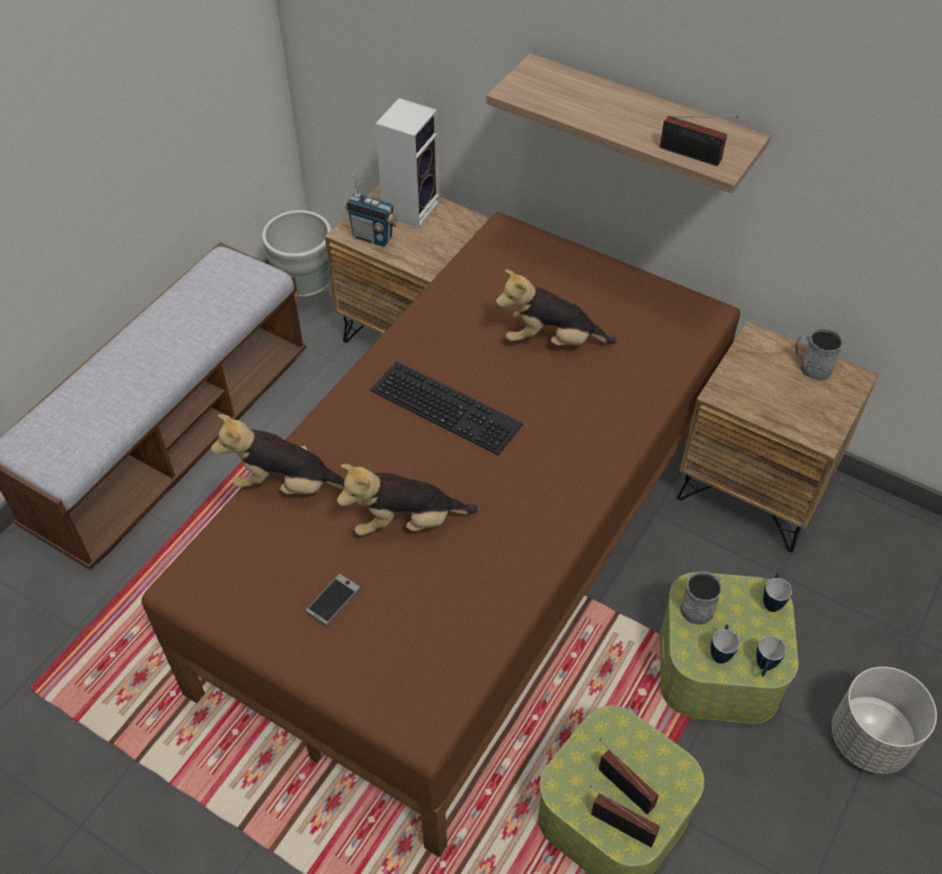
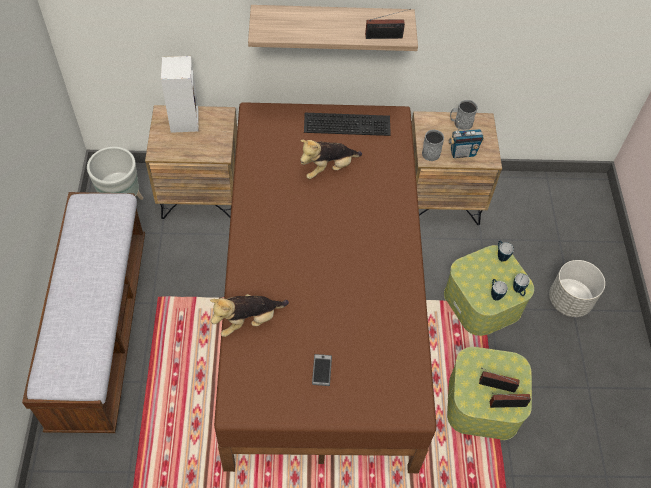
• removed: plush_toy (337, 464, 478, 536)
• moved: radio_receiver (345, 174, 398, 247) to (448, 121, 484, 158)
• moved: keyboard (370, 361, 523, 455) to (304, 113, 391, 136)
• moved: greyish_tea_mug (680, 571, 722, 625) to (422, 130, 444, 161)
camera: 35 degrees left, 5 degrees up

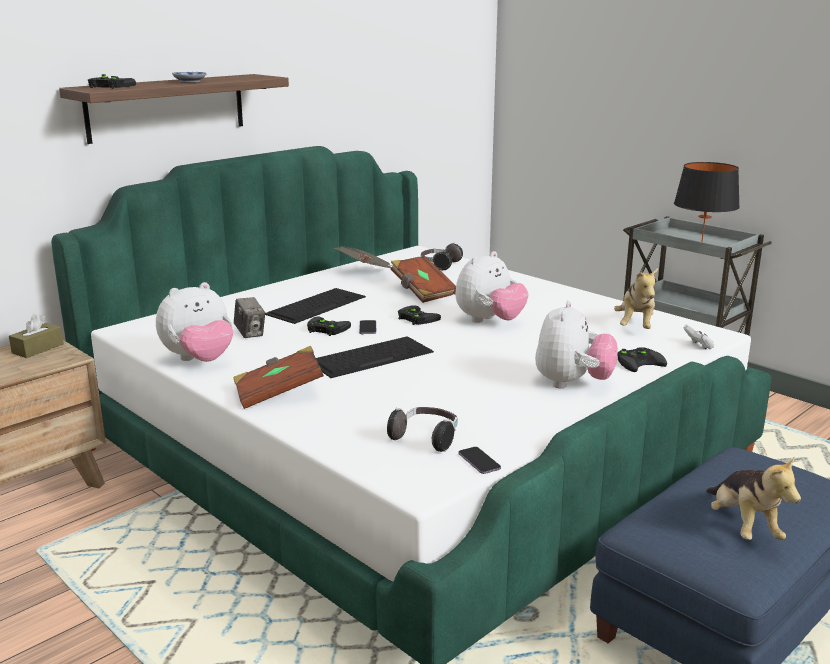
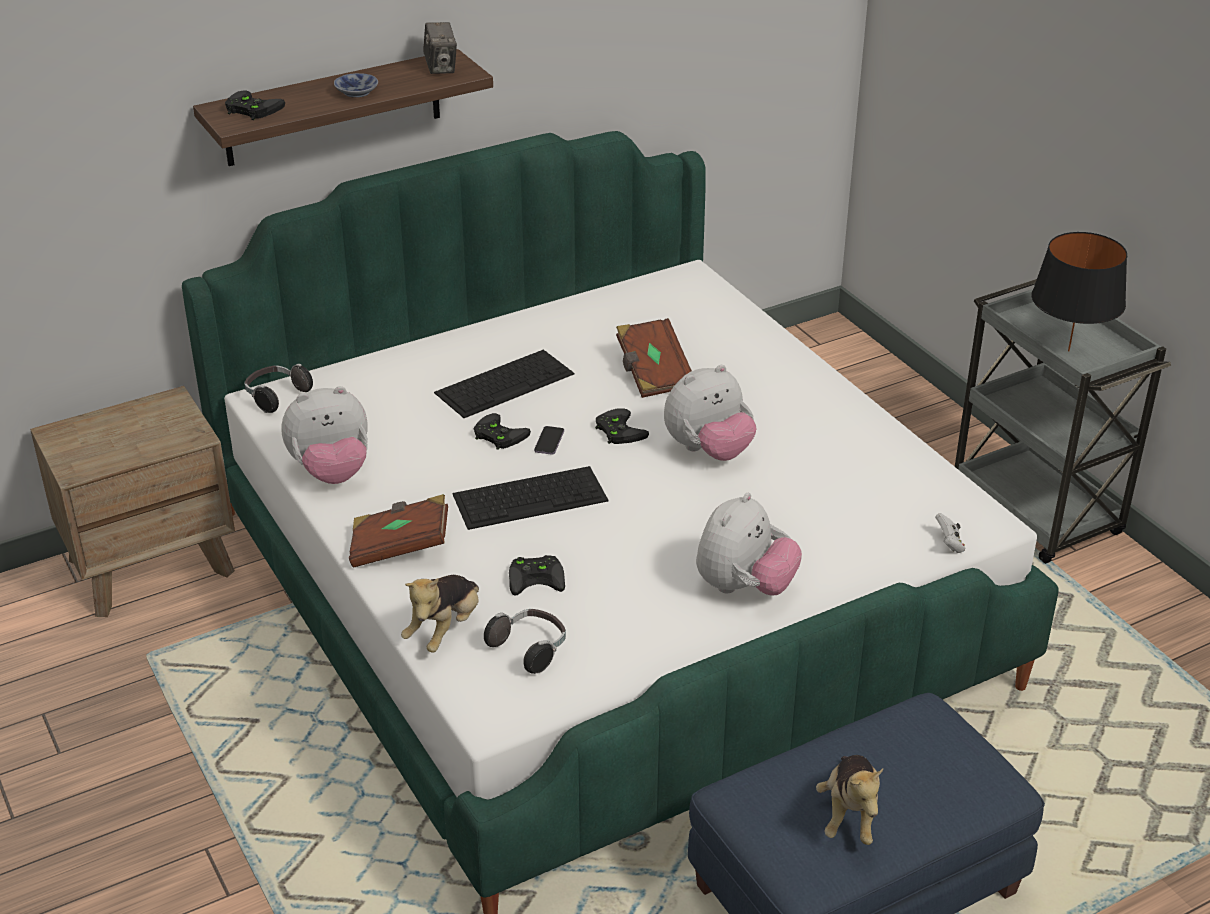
• removed: brown_tissue_holder (9, 314, 64, 358)
• removed: newspaper (334, 247, 392, 268)
• removed: telephone (458, 447, 501, 474)
• moved: photo_camera (234, 297, 265, 338) to (423, 22, 457, 74)
• moved: headphones (421, 243, 463, 271) to (244, 364, 313, 413)
• moved: plush_toy (614, 268, 658, 329) to (401, 575, 479, 652)
• moved: blackish_game_controller (618, 347, 667, 372) to (509, 555, 565, 596)
camera: 15 degrees right, 15 degrees up

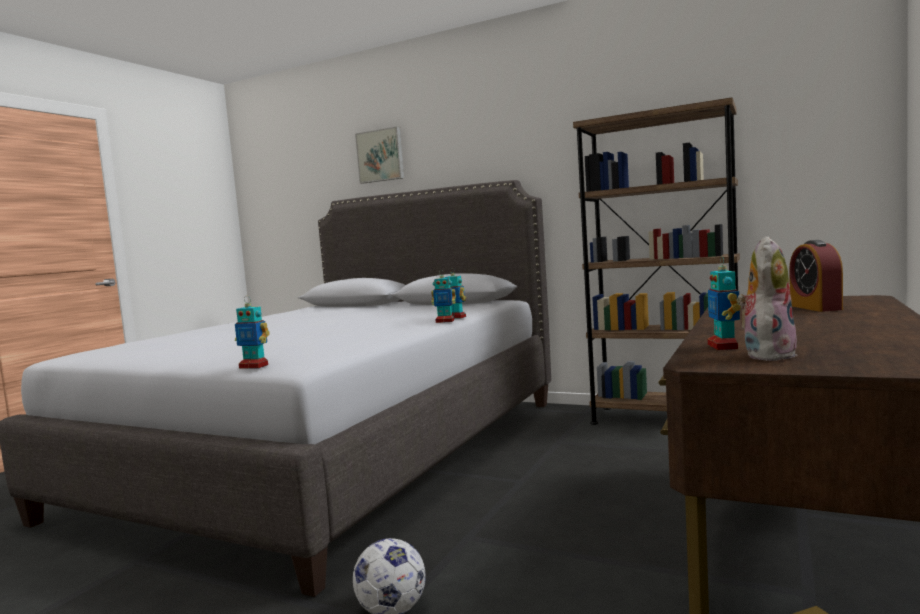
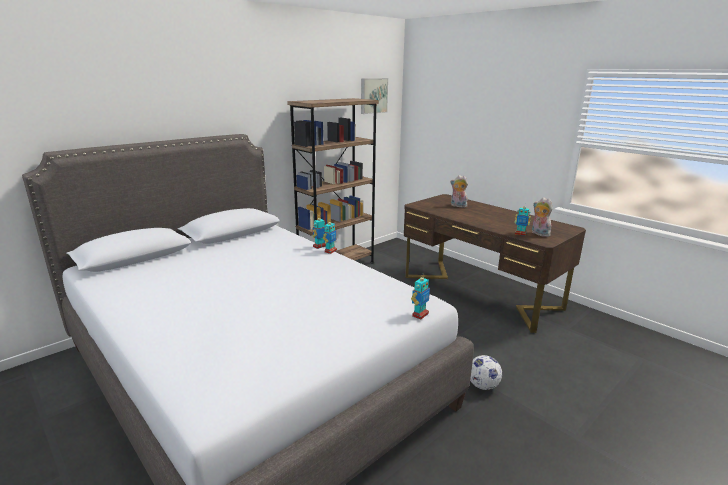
• moved: wall_picture (355, 126, 404, 184) to (361, 78, 388, 114)
• replaced: bedside_clock (789, 240, 843, 312) to plush_toy (450, 175, 468, 208)
camera: 70 degrees left, 15 degrees up

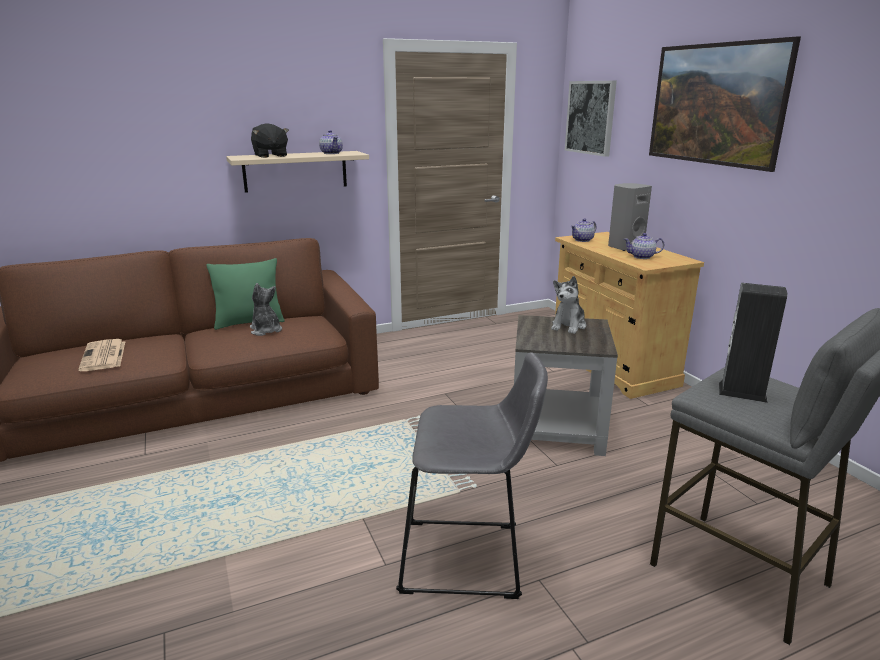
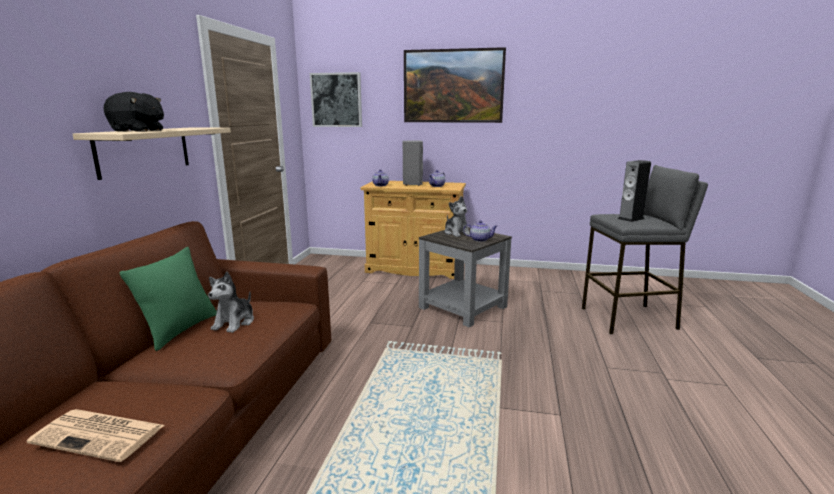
• removed: greyish_sitting_stool (396, 352, 548, 599)
• moved: pot_for_tea (319, 130, 343, 154) to (463, 220, 497, 242)
• turned: plush_toy (250, 283, 282, 336) = (208, 272, 254, 333) 75 degrees counterclockwise
camera: 55 degrees left, 5 degrees down

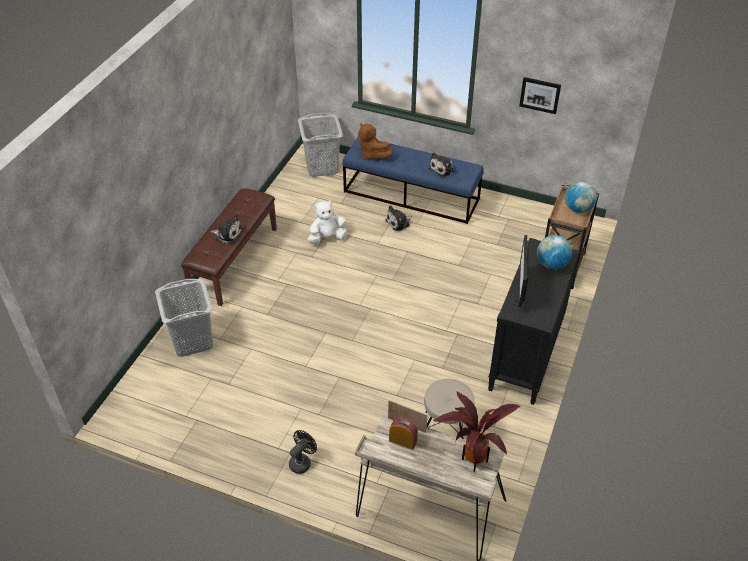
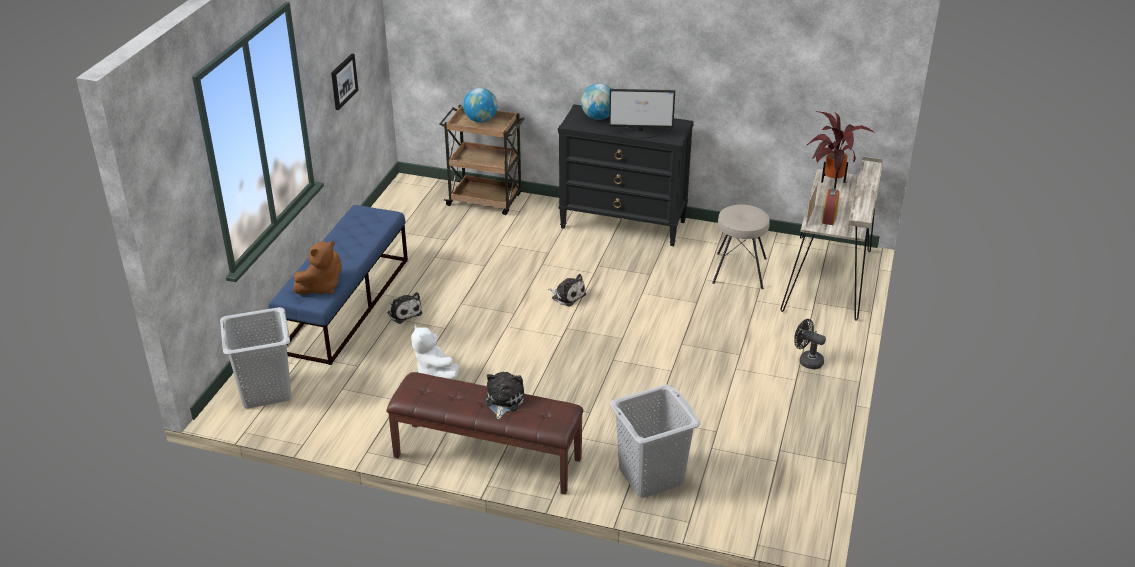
• moved: plush_toy (429, 152, 454, 177) to (548, 274, 586, 306)
camera: 95 degrees left, 10 degrees down

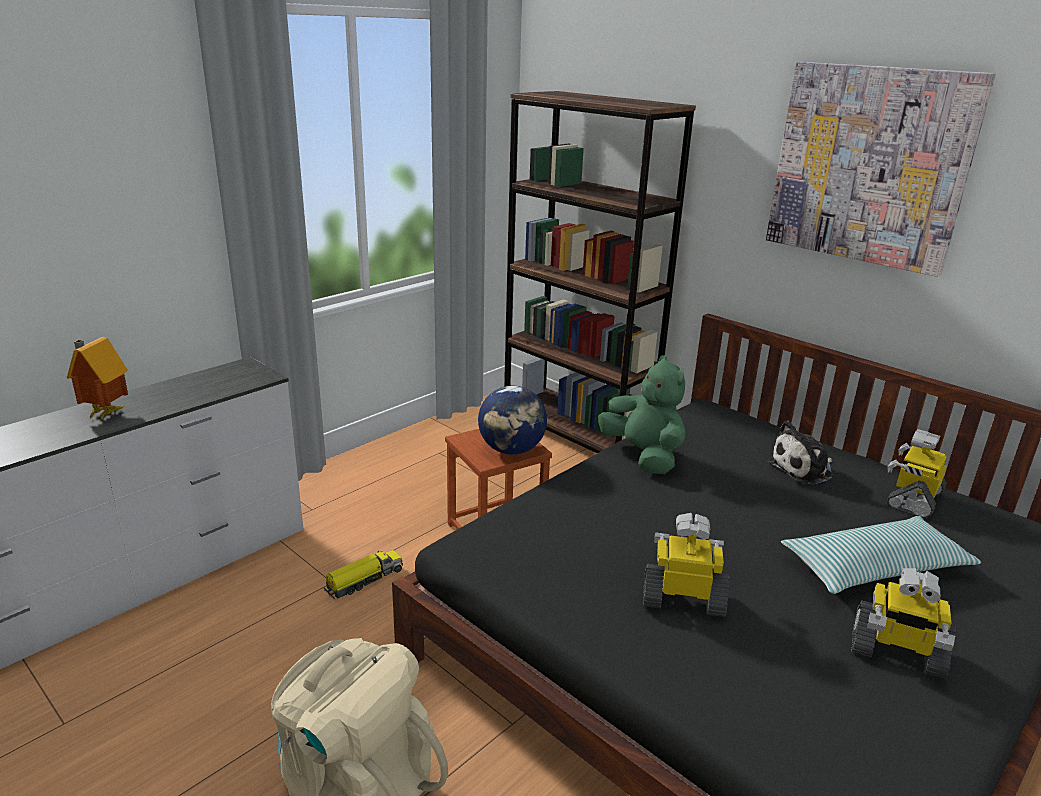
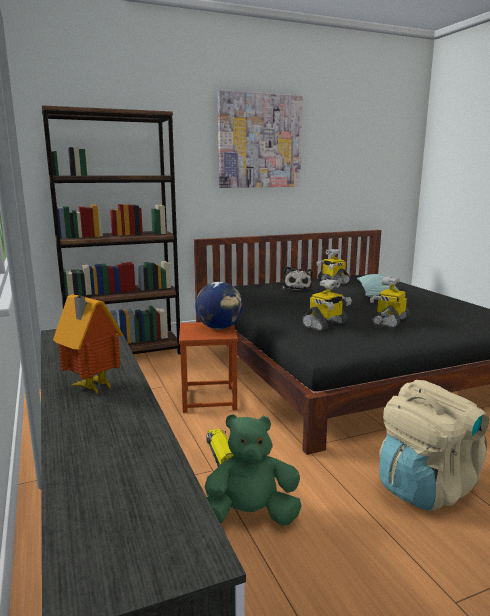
• moved: green_plush_toy (598, 355, 686, 474) to (205, 414, 302, 526)
• moved: model_robot (851, 568, 956, 679) to (302, 279, 352, 331)
camera: 65 degrees left, 10 degrees down

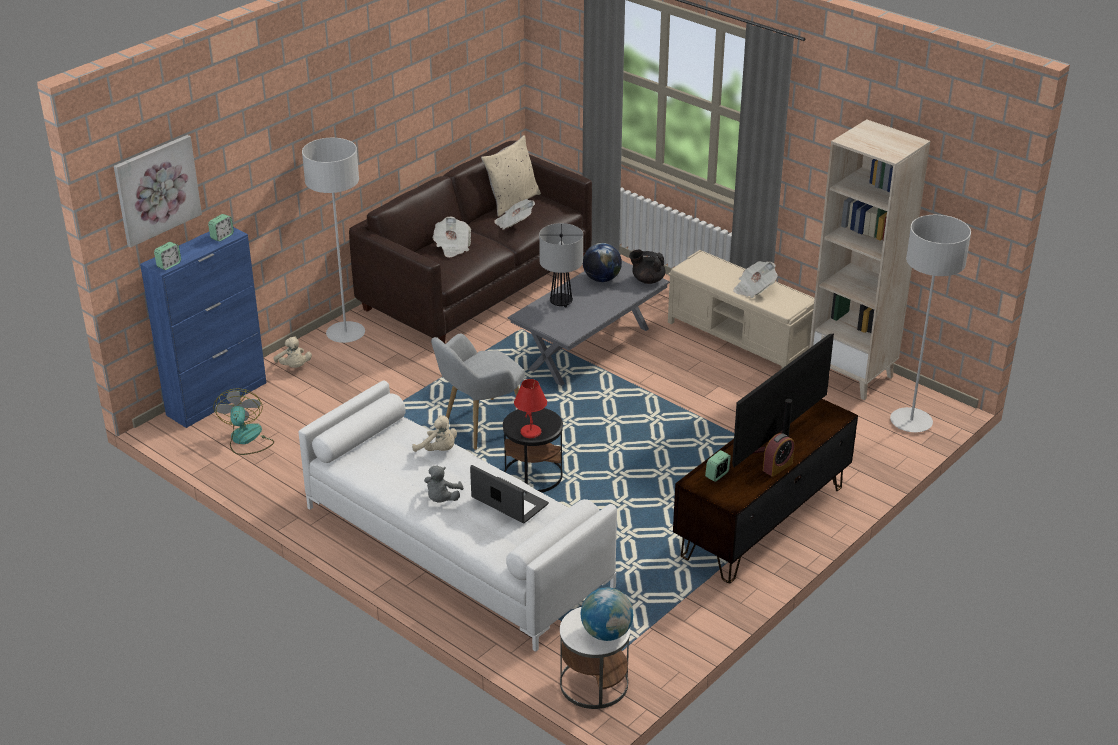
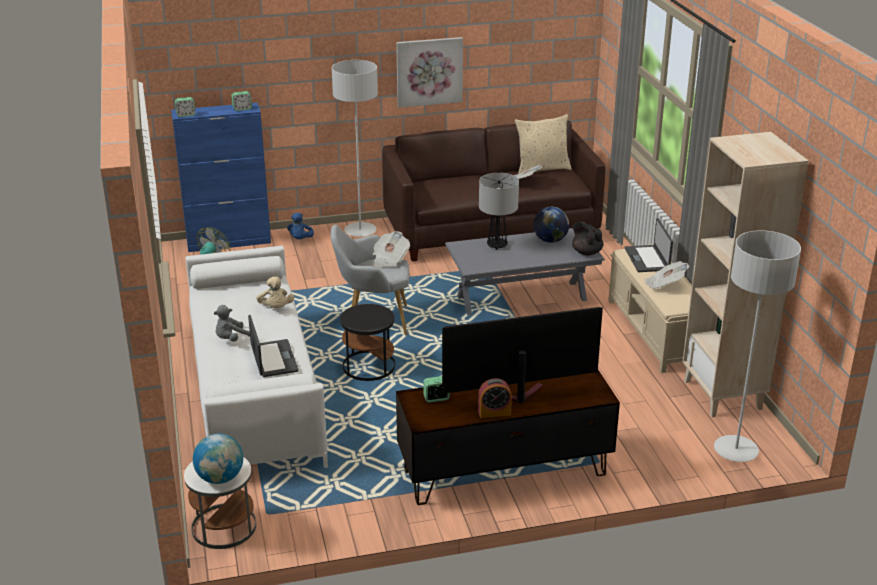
• removed: reddish_lamp_for_a_table (514, 379, 547, 438)
• added: notebook_computer (624, 218, 673, 272)
• moved: wall_picture (114, 135, 202, 247) to (396, 37, 463, 108)
• moved: newspaper (433, 217, 471, 258) to (373, 231, 410, 267)
• recoloured: beige-coloured_plush_toy (273, 336, 312, 368) to blue-coloured_plush_toy (287, 213, 314, 239)
camera: 35 degrees right, 5 degrees down

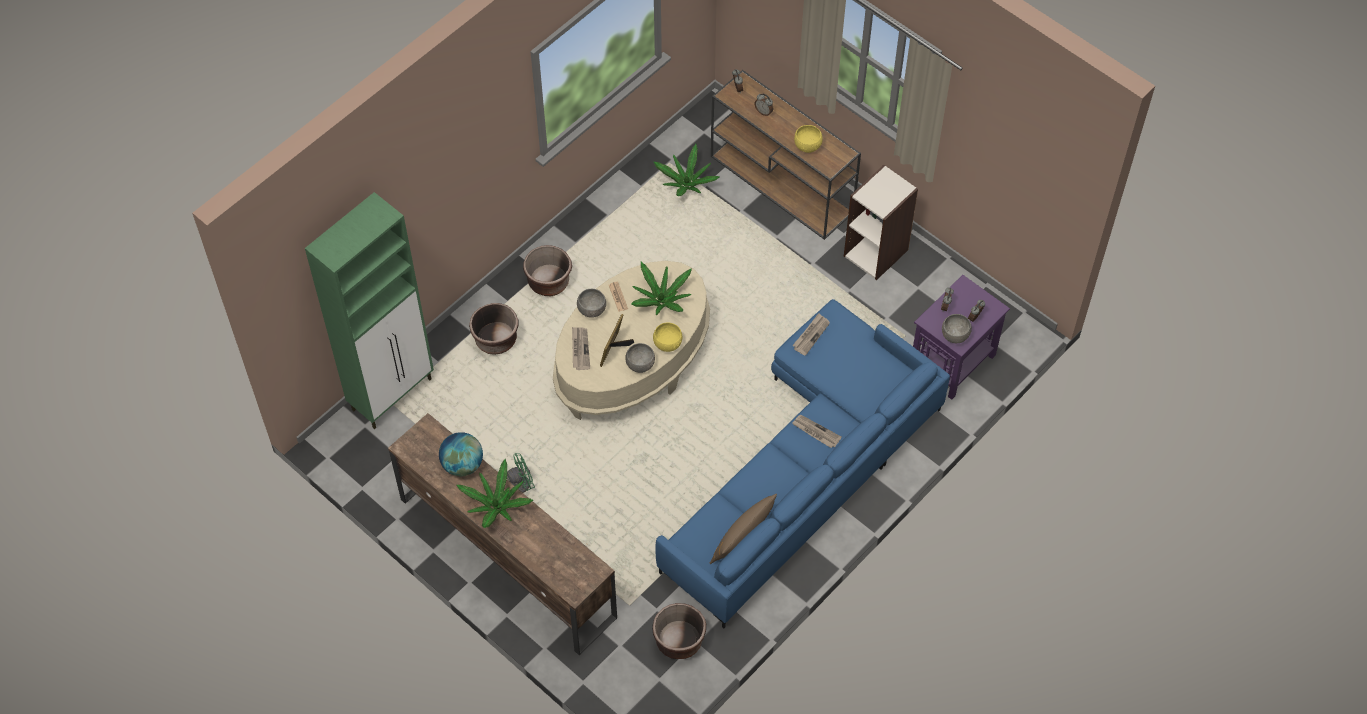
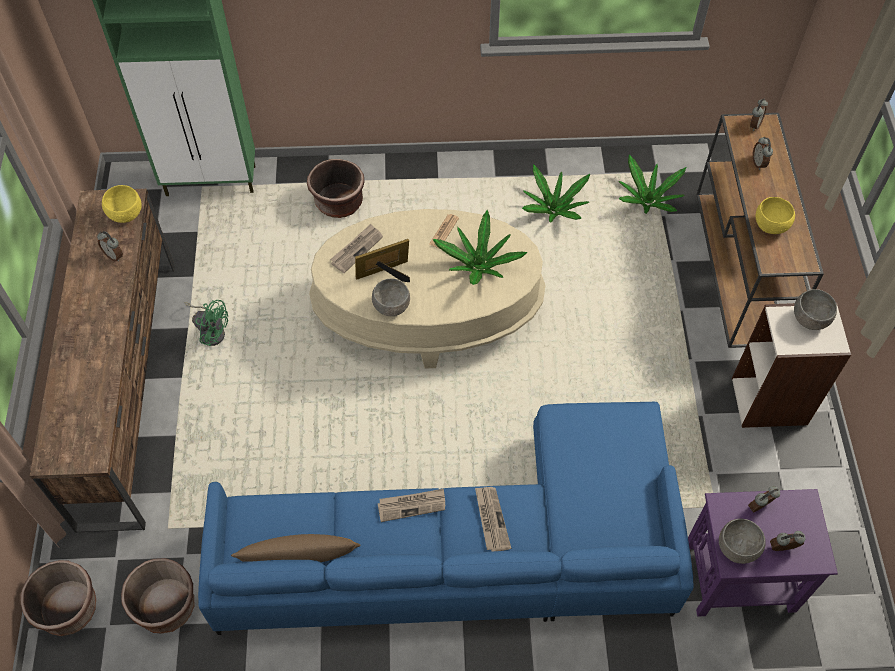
• moved: potted_plant (457, 459, 533, 528) to (522, 164, 590, 223)
• moved: brown_flower_pot (523, 245, 572, 296) to (21, 560, 96, 636)
• moved: greyish_deep_dish (577, 289, 606, 318) to (794, 289, 837, 330)
• moved: yellow_deep_dish (653, 322, 682, 352) to (102, 185, 142, 223)
• moved: newspaper (792, 313, 830, 356) to (377, 489, 445, 522)
• replaced: globe (439, 432, 483, 476) to bedside_clock (97, 231, 123, 262)
camera: 45 degrees right, 0 degrees up

